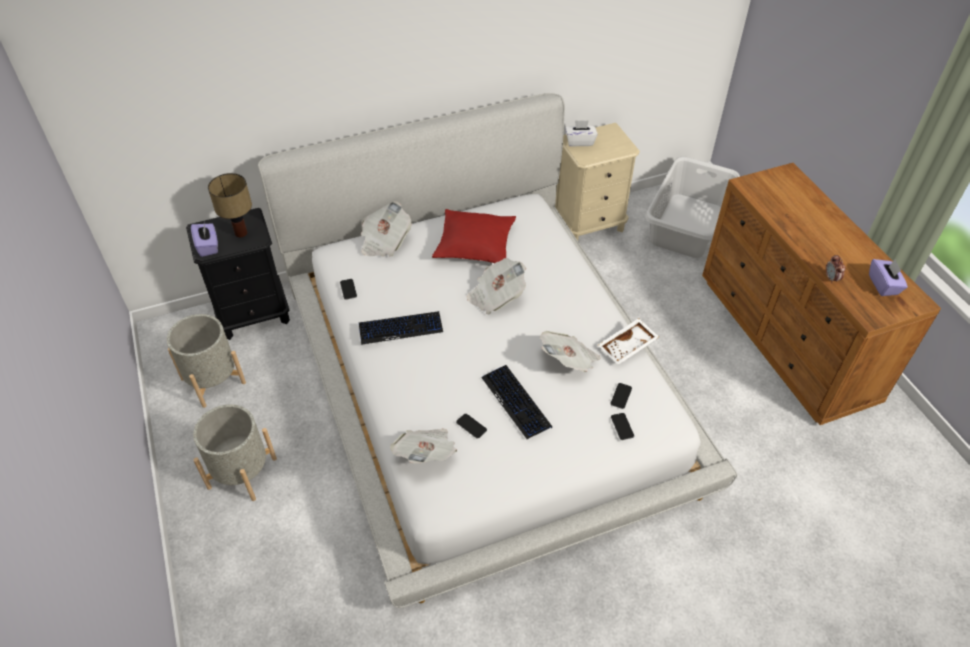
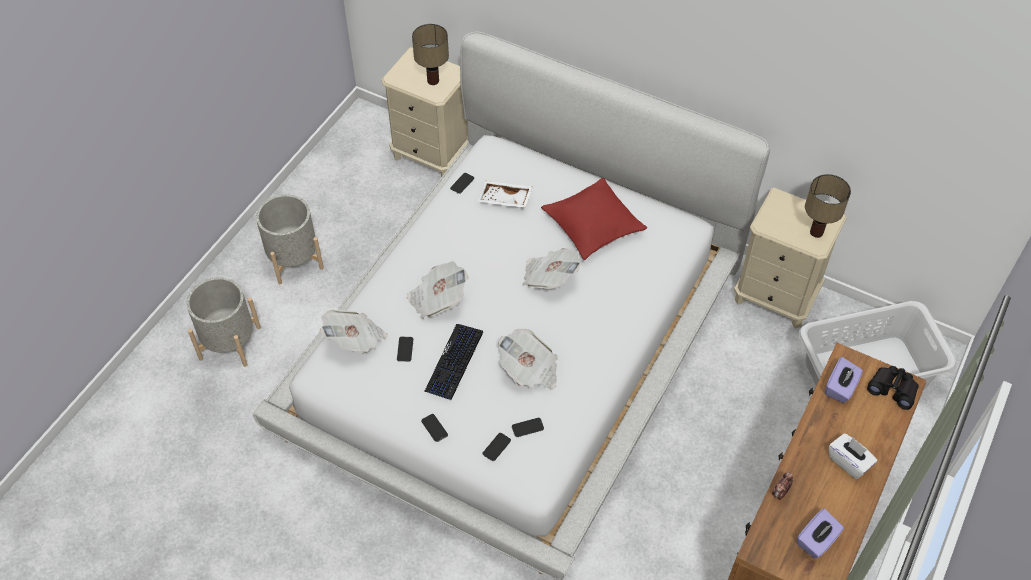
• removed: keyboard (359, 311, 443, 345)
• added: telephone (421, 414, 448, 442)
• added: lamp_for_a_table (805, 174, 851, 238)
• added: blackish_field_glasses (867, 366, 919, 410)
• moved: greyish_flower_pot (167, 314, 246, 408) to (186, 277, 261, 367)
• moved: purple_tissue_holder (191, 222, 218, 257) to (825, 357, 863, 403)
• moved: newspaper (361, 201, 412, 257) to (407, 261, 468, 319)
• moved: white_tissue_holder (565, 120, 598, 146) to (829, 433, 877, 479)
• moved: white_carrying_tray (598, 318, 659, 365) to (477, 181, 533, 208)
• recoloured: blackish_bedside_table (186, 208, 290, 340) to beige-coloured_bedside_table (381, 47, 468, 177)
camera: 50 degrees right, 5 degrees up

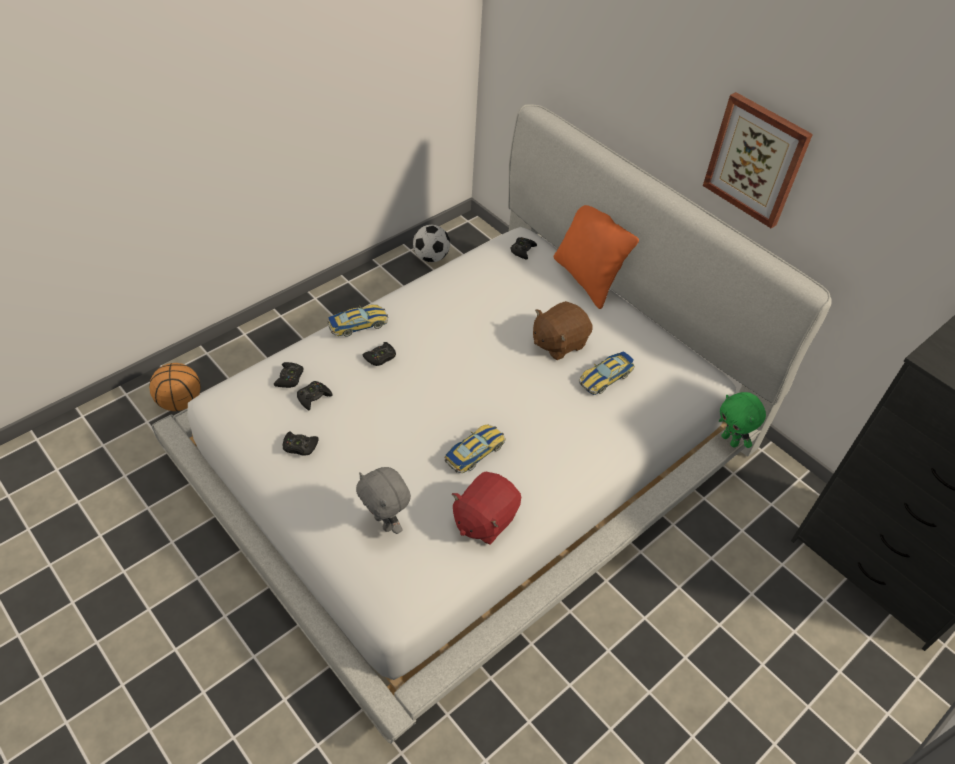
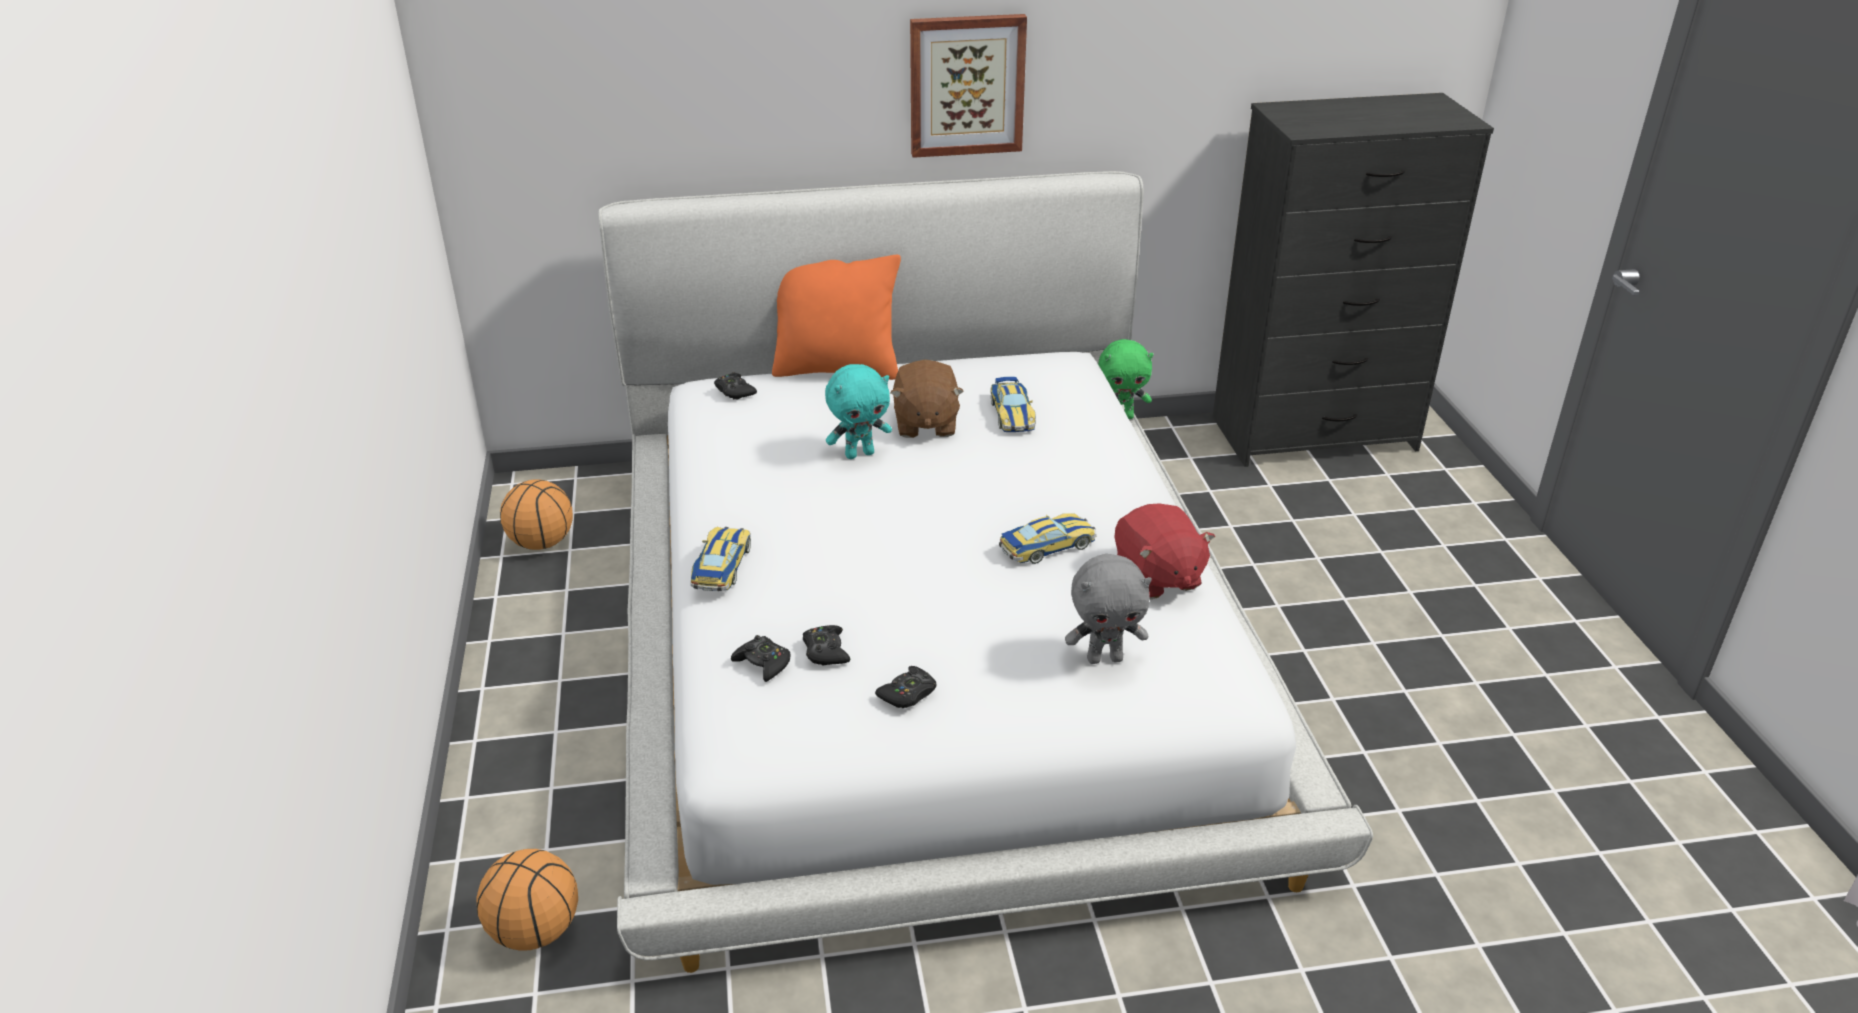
• removed: blackish_game_controller (363, 342, 396, 366)
• added: turquoise_plush_toy (825, 364, 892, 459)
• replaced: ball_for_football (413, 225, 450, 262) to ball_for_basketball (500, 480, 573, 550)
• turned: toy_car (444, 424, 506, 473) = (999, 513, 1096, 564) 75 degrees clockwise
camera: 55 degrees left, 15 degrees down

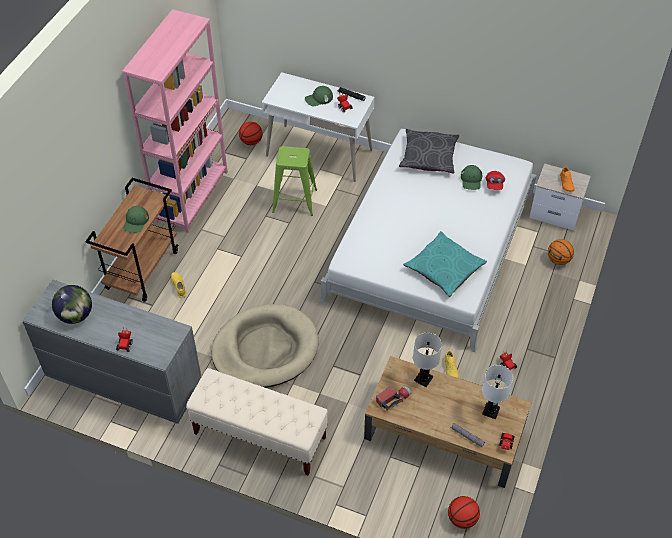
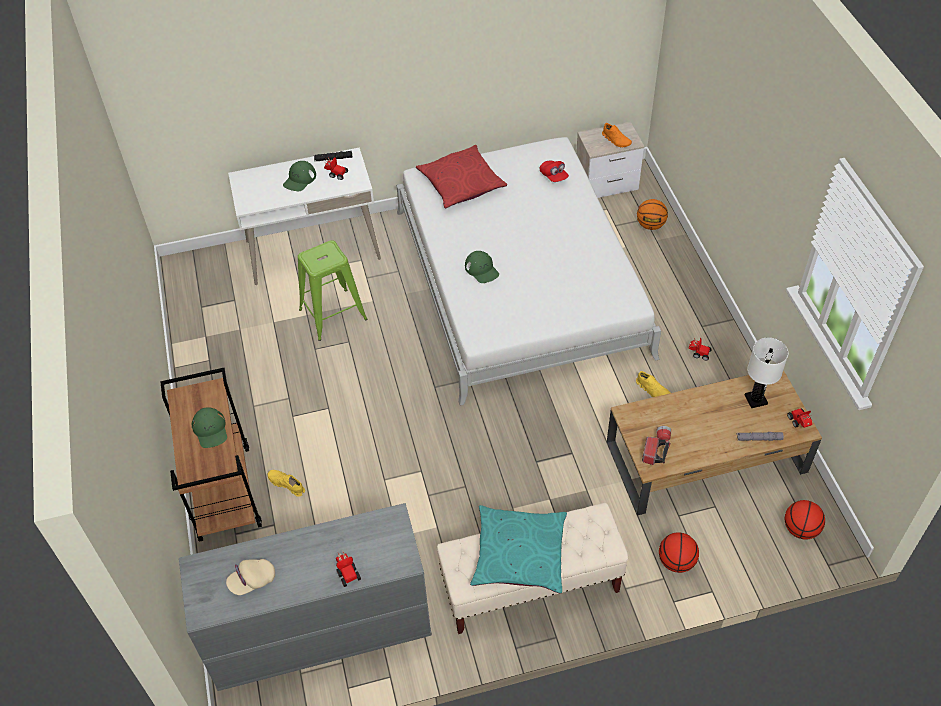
• removed: pink-coloured_shelving_unit (122, 9, 228, 233)
• removed: beige-coloured_dog_bed (212, 304, 318, 388)
• removed: white_lamp_for_a_table (413, 333, 442, 387)
• moved: ball_for_basketball (239, 122, 263, 145) to (659, 532, 699, 573)
• moved: turquoise_throw_pillow (403, 231, 487, 297) to (470, 505, 567, 594)
• moved: green_baseball_cap (461, 165, 482, 190) to (465, 251, 499, 283)
• replaced: globe (52, 285, 92, 324) to beige-coloured_baseball_cap (226, 559, 275, 595)
• recoloured: greyish_throw_pillow (399, 129, 459, 174) to reddish_throw_pillow (416, 145, 507, 209)
camera: 35 degrees left, 0 degrees up

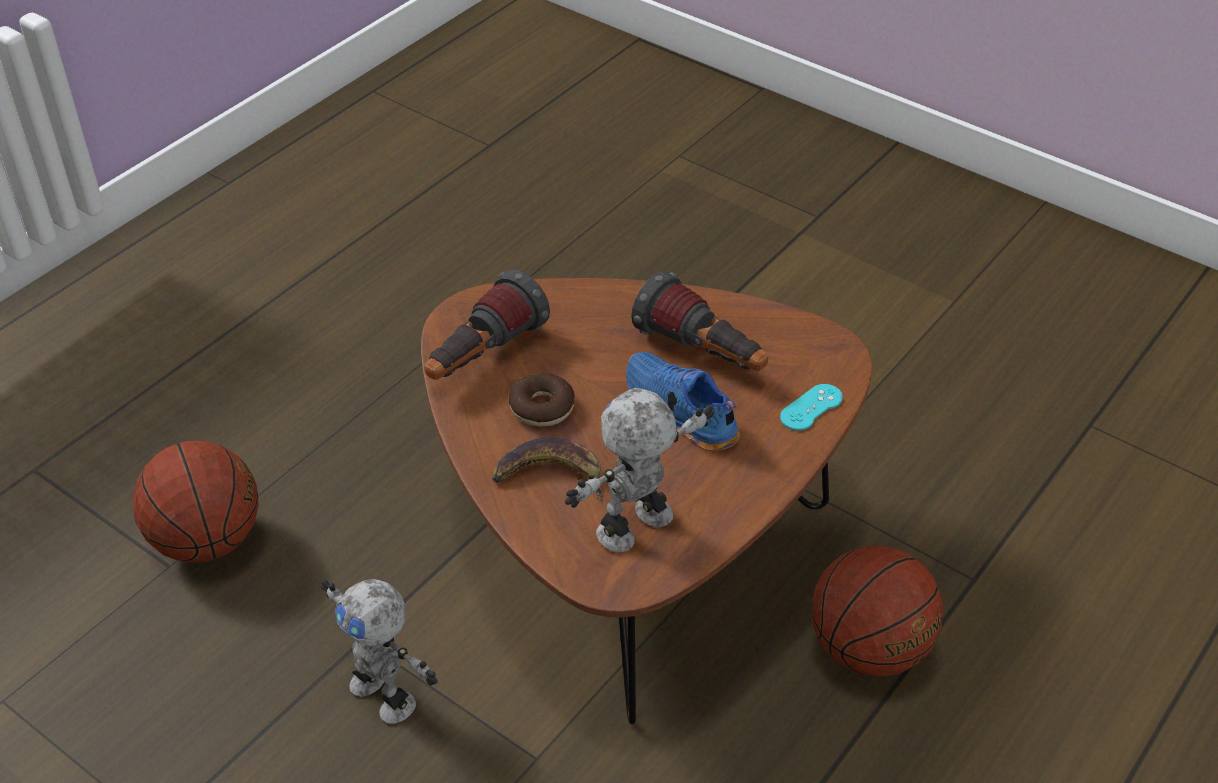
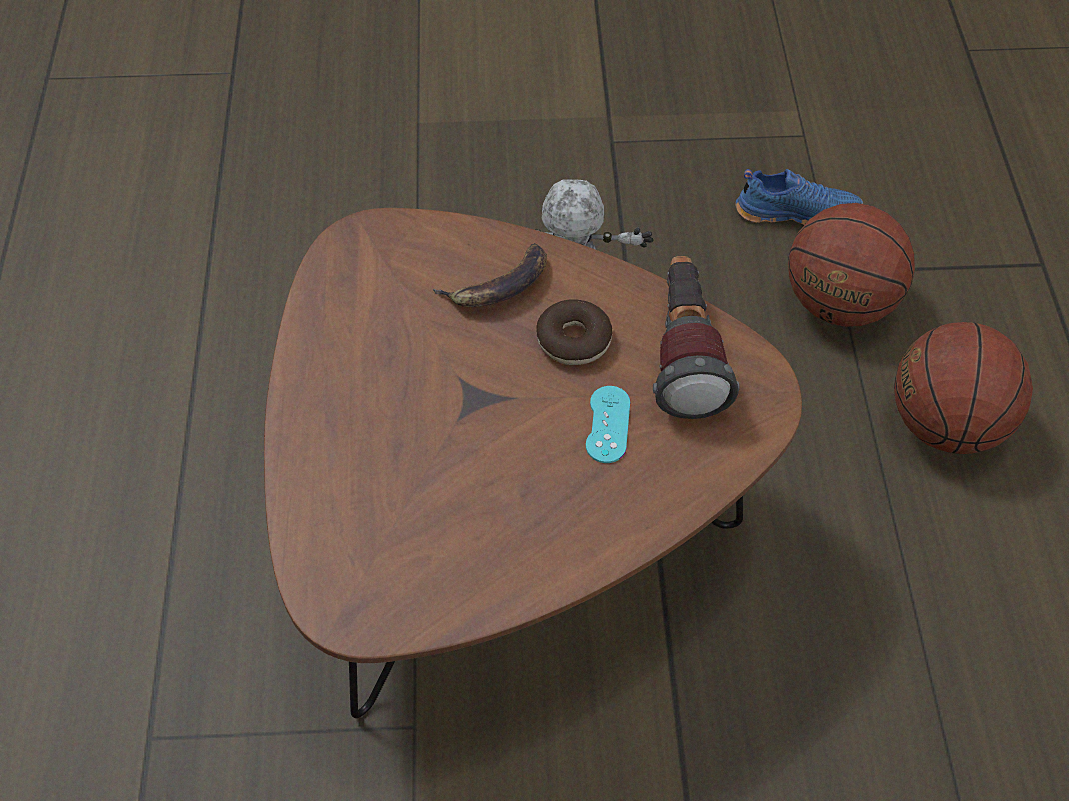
• removed: model_robot (565, 388, 714, 552)
• removed: hand_torch (631, 271, 768, 371)
• moved: blue-coloured_low_shoe (626, 352, 740, 451) to (735, 169, 863, 225)
• moved: turquoise_game_controller (780, 384, 843, 431) to (586, 386, 630, 463)
• moved: ball_for_basketball (811, 545, 944, 677) to (894, 322, 1033, 454)
camera: 140 degrees right, 10 degrees up

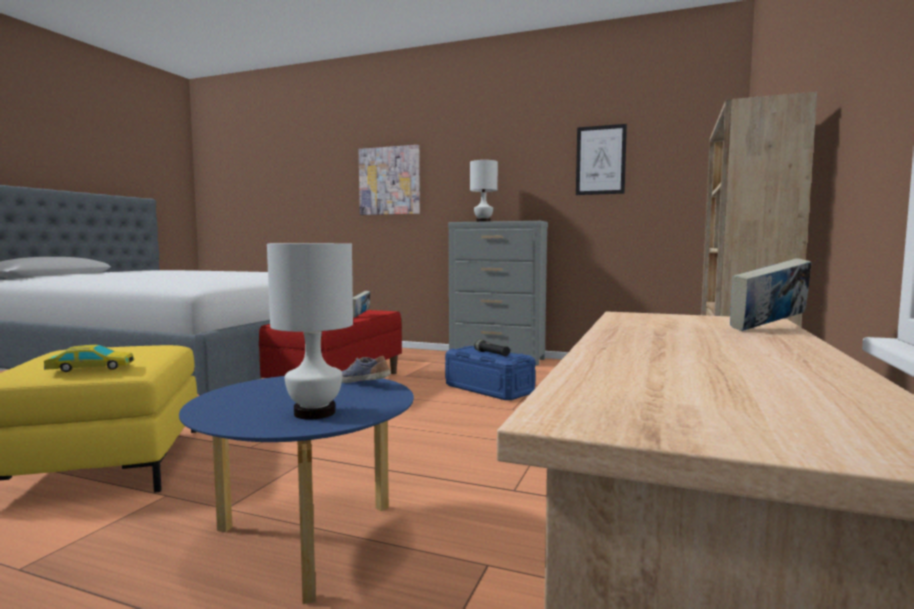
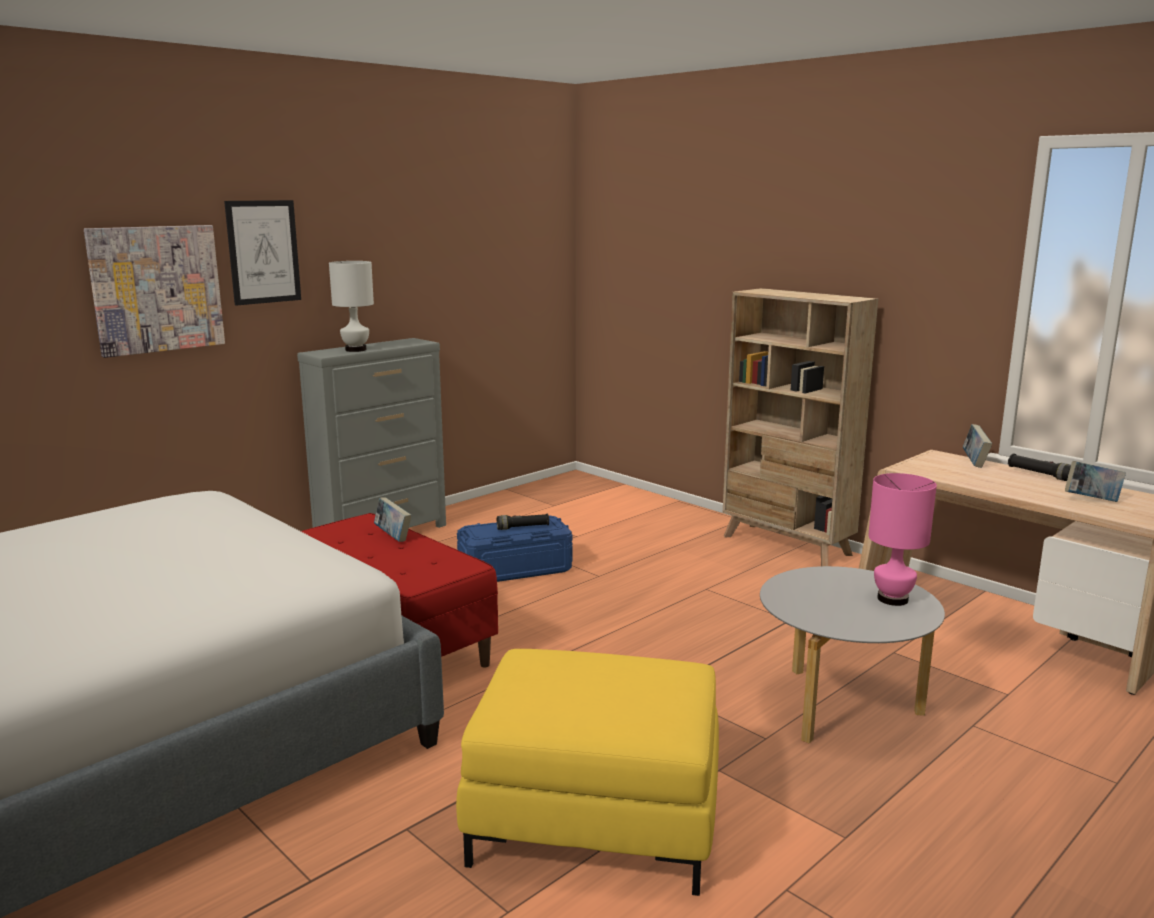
• removed: toy_car (44, 345, 135, 372)
• removed: low_shoe (342, 356, 391, 383)
• added: blackish_hand_torch (1008, 453, 1071, 481)
• added: volume (1065, 461, 1126, 502)
• moved: wall_picture (576, 124, 627, 195) to (224, 200, 301, 306)
• recoloured: blue-coloured_coffee_table (179, 376, 414, 604) to greyish_coffee_table (760, 566, 945, 744)
• recoloured: white_lamp_for_a_table (267, 243, 353, 420) to pink-coloured_lamp_for_a_table (868, 473, 937, 606)
camera: 65 degrees left, 10 degrees up

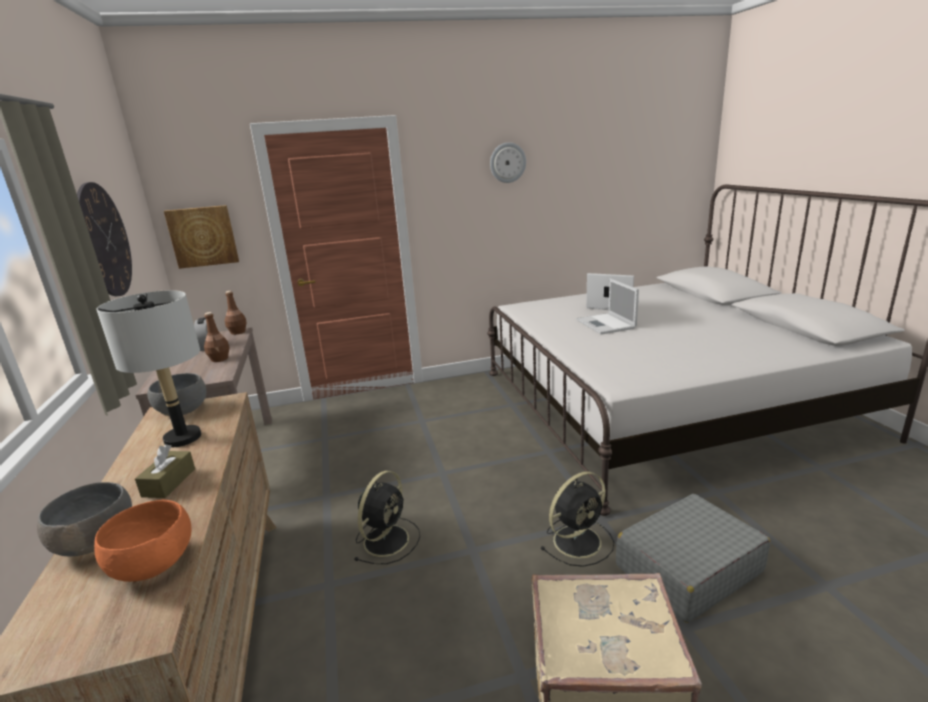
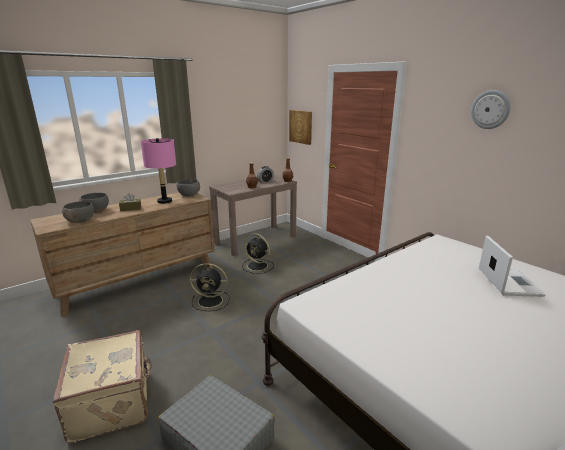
• removed: hanging_clock (77, 182, 132, 296)
• removed: notebook_computer (576, 278, 639, 335)
• moved: blackish_electric_fan (540, 471, 614, 567) to (242, 233, 274, 274)
• recoloured: orangey_deep_dish (94, 500, 191, 582) to greyish_deep_dish (62, 201, 94, 223)
• recoloured: greyish_lamp_for_a_table (96, 290, 201, 447) to pink-coloured_lamp_for_a_table (141, 138, 176, 204)
camera: 65 degrees right, 0 degrees up

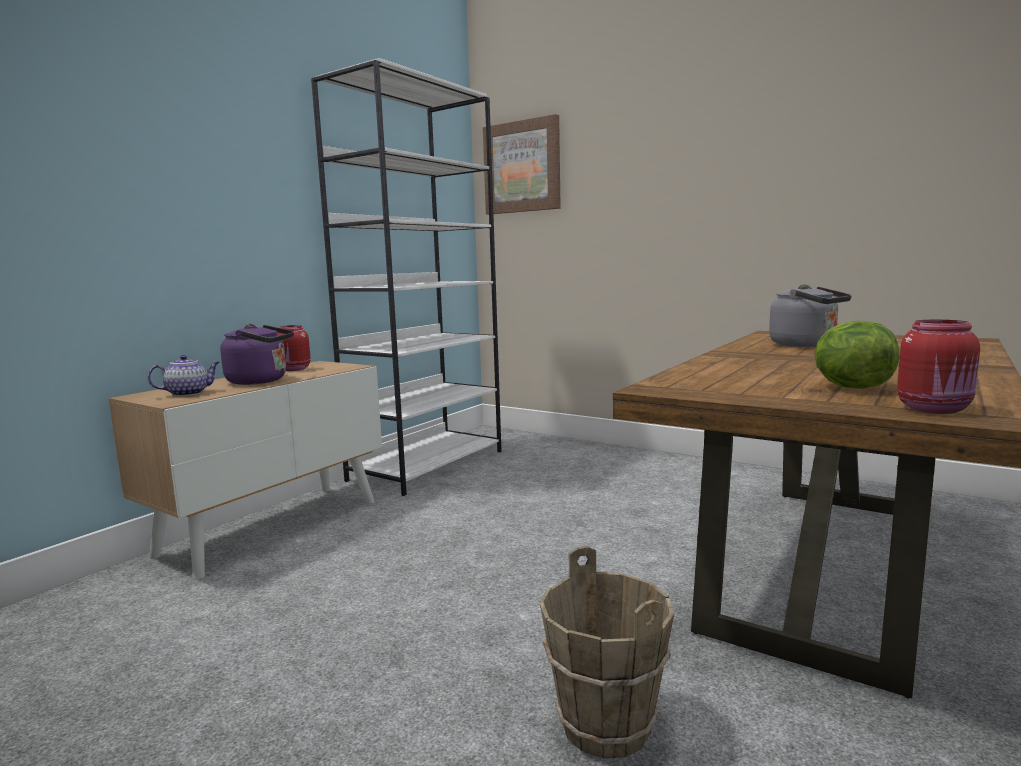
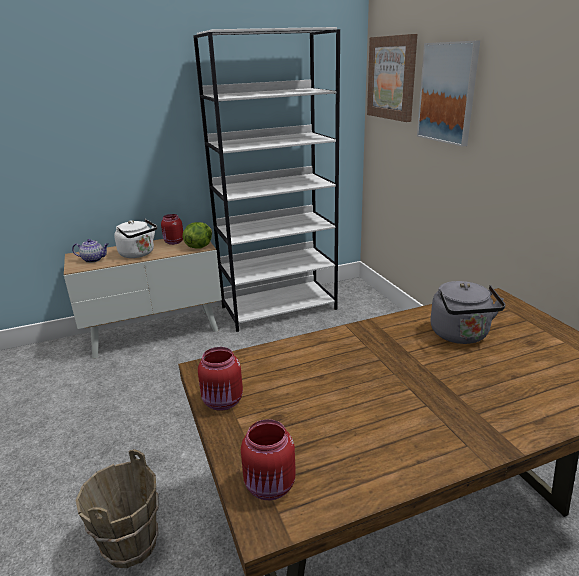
• added: reddish_storage_jar (198, 347, 243, 411)
• added: wall_picture (417, 40, 480, 147)
• moved: lettuce (814, 321, 900, 389) to (183, 222, 212, 248)
• recoloured: purple_tea_kettle (220, 324, 294, 385) to white_tea_kettle (114, 219, 157, 258)
camera: 35 degrees right, 15 degrees up

